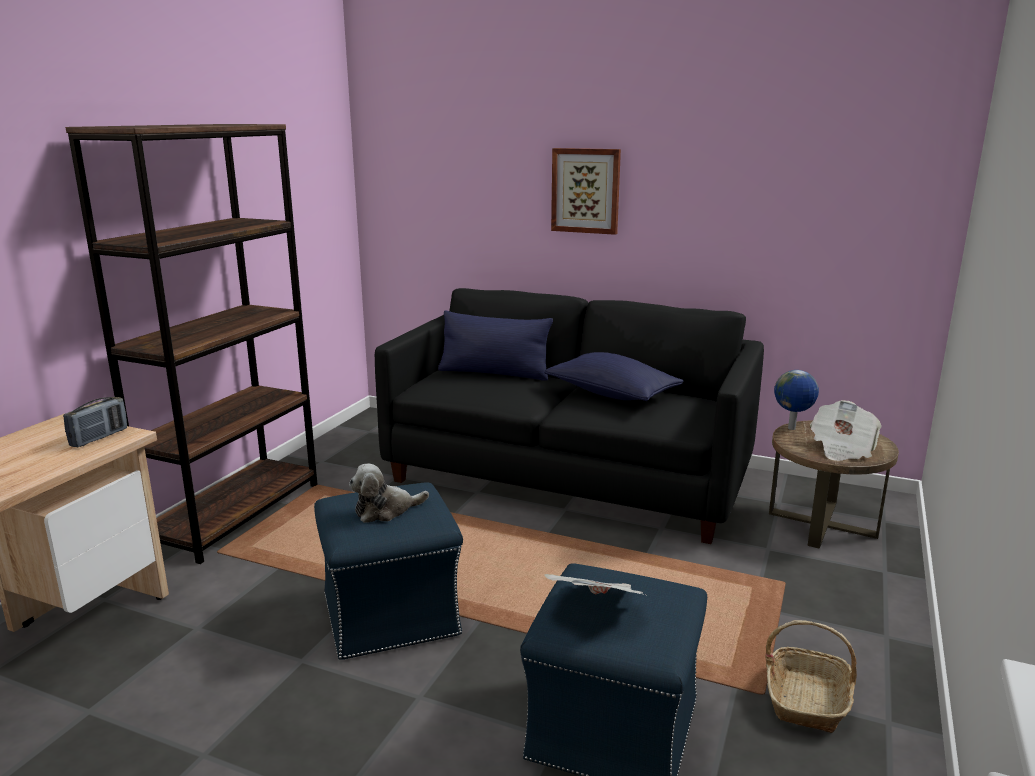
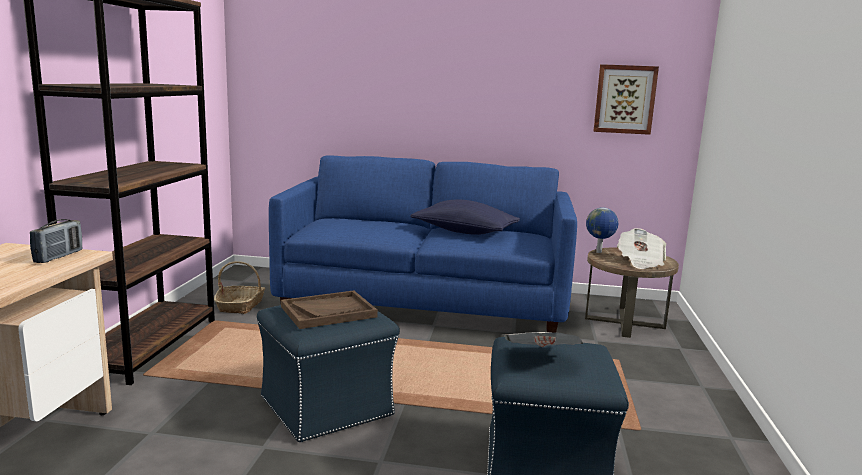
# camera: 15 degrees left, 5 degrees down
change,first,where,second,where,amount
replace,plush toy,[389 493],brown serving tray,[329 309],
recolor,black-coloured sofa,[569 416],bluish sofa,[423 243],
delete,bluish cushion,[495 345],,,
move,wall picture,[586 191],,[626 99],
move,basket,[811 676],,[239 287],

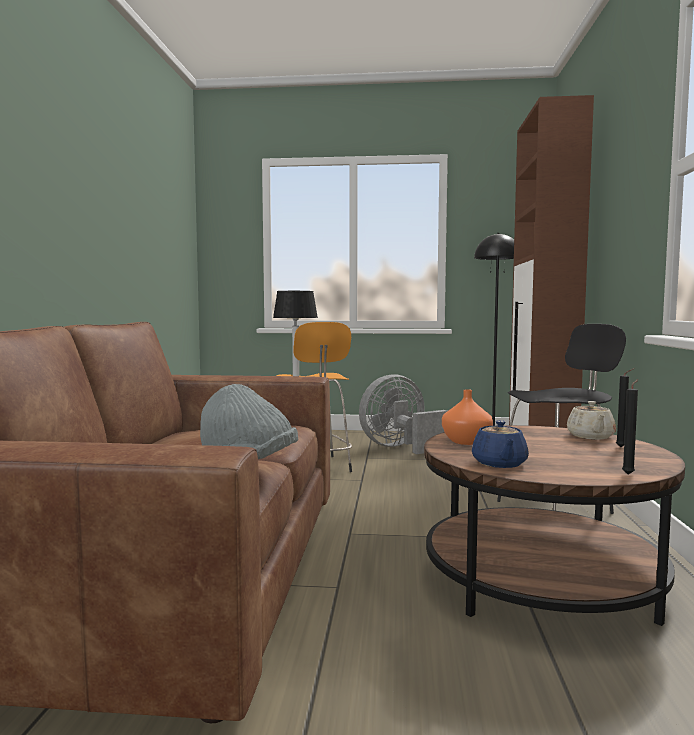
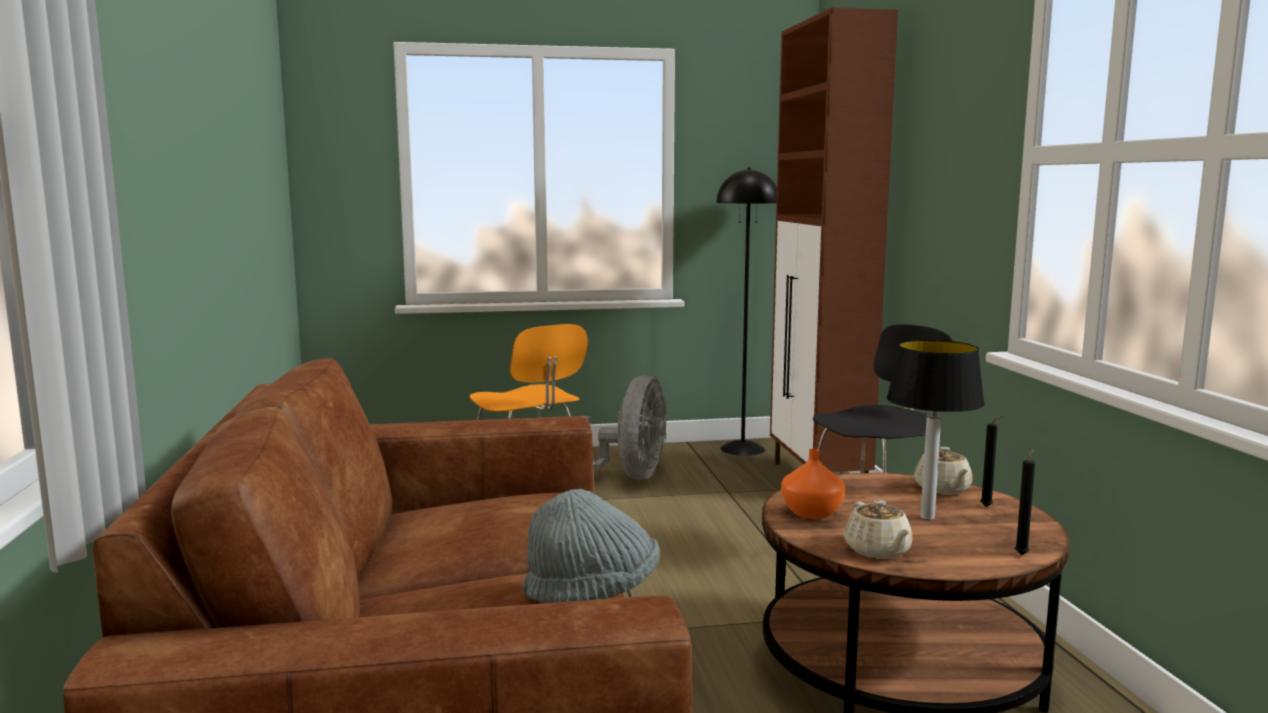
# camera: 15 degrees left, 5 degrees up
change,first,where,second,where,amount
move,lamp for a table,[295 333],,[936 430],
rotate,grey fan,[403 414],,[625 428],150 degrees clockwise
recolor,bluish pot for tea,[500 444],beige-coloured pot for tea,[878 529],

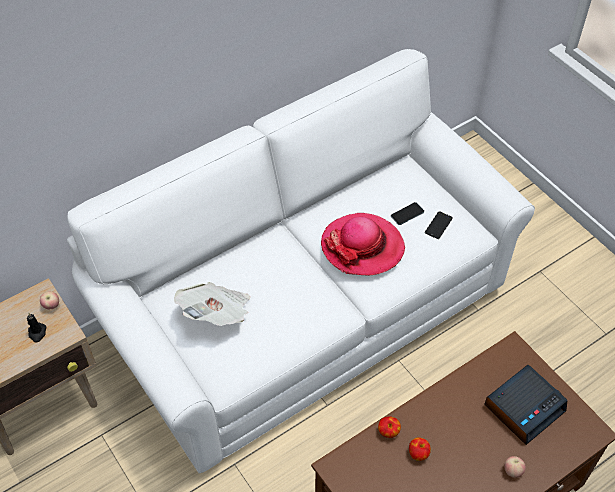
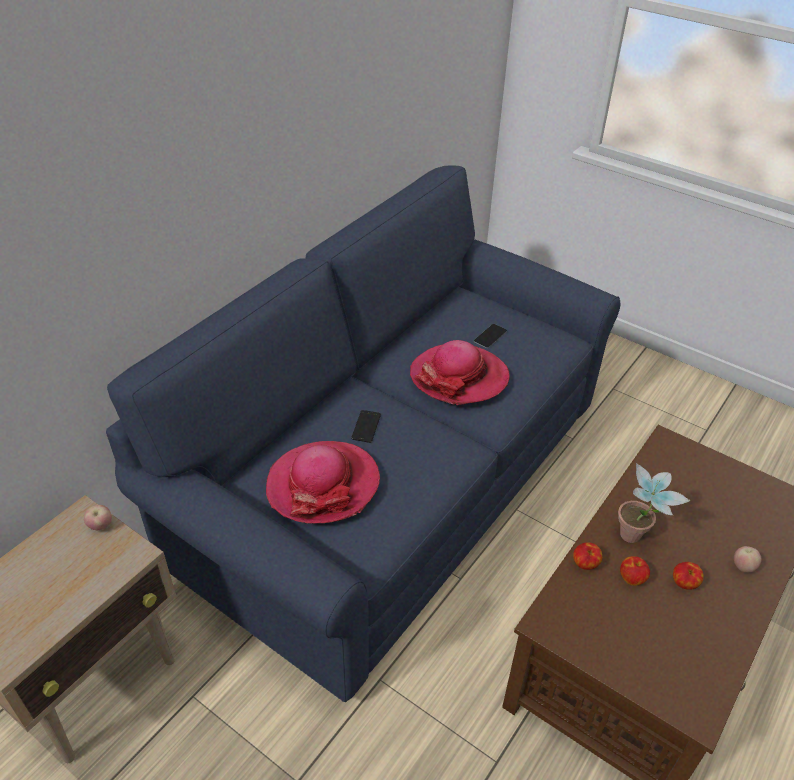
# camera: 20 degrees left, 10 degrees down
change,first,where,second,where,amount
delete,black-coloured wax light,[36 328],,,
recolor,white sofa,[301 261],bluish sofa,[363 433],
replace,printed paper,[212 304],clothing hat,[323 482],
move,handset,[439 225],,[366 426],
delete,bedside clock,[526 405],,,
insert,,,plant in a pot,[654 503],
insert,,,apple,[688 576],

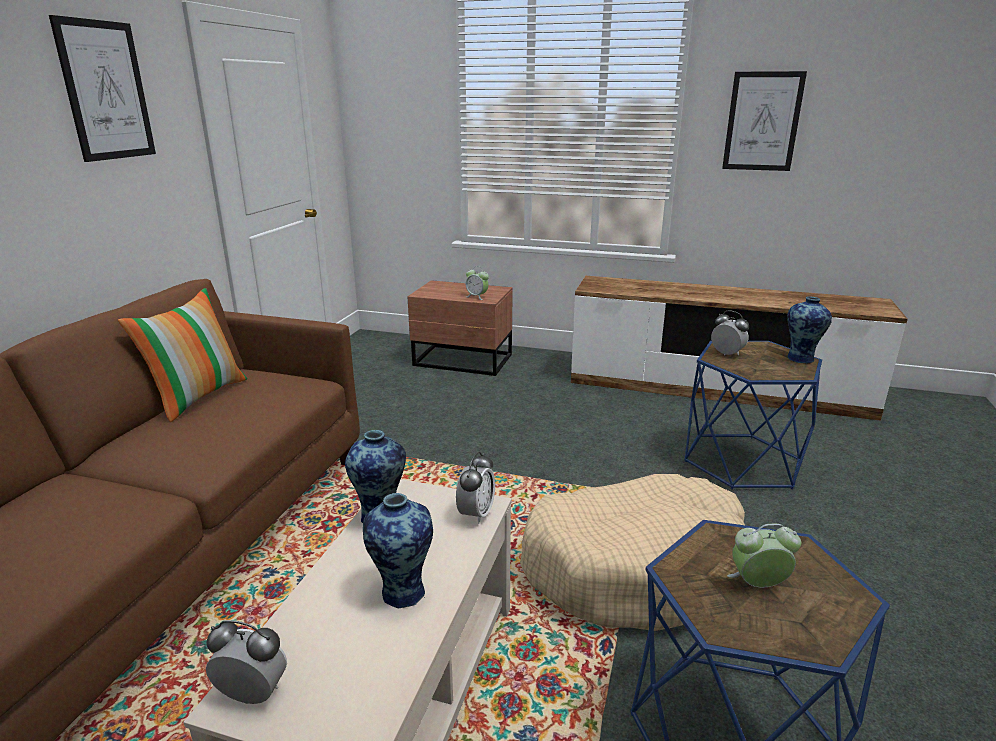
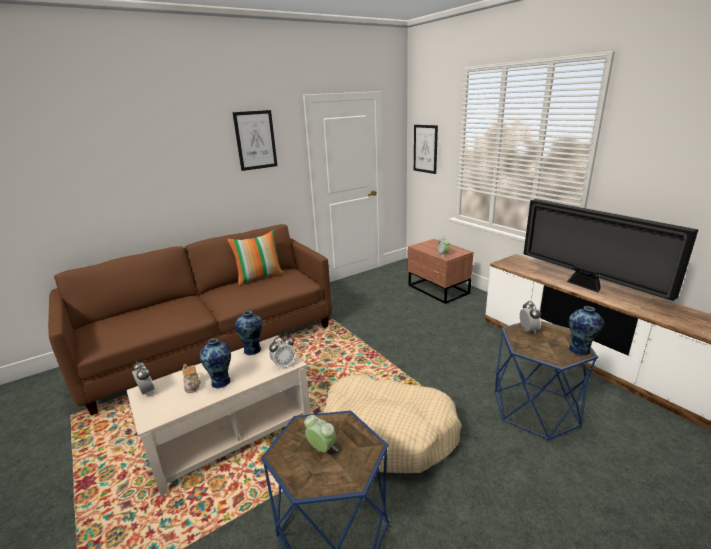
# camera: 40 degrees right, 0 degrees up
change,first,where,second,where,amount
move,wall picture,[764 121],,[426 149],
insert,,,pot for tea,[191 378],
insert,,,TV set,[611 250],

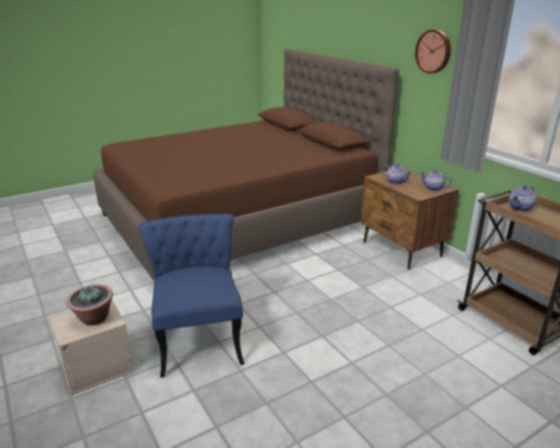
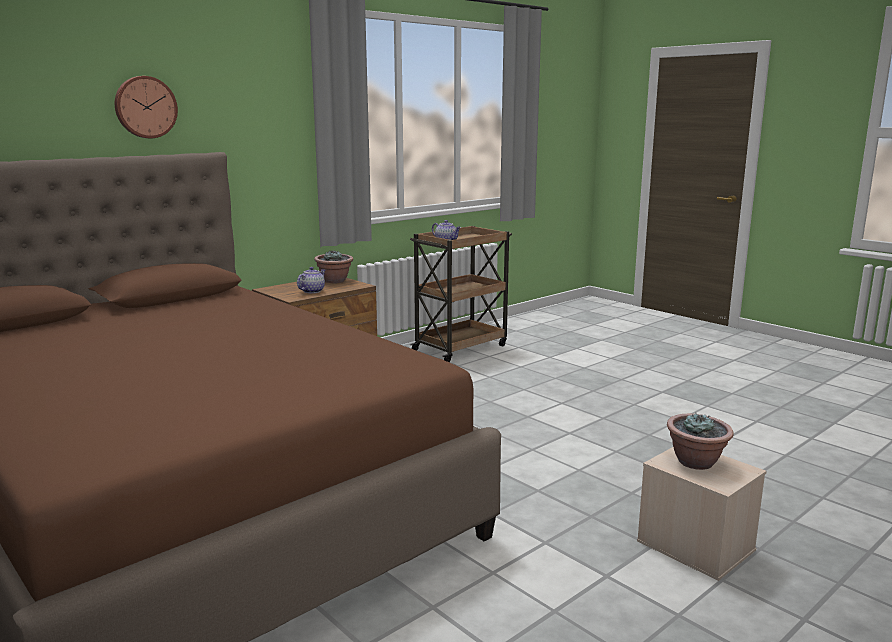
# camera: 100 degrees left, 10 degrees down
change,first,where,second,where,amount
delete,bluish plain chair,[191 296],,,
move,wall clock,[433 51],,[146 107],
replace,pot for tea,[435 180],plant in a pot,[333 267],

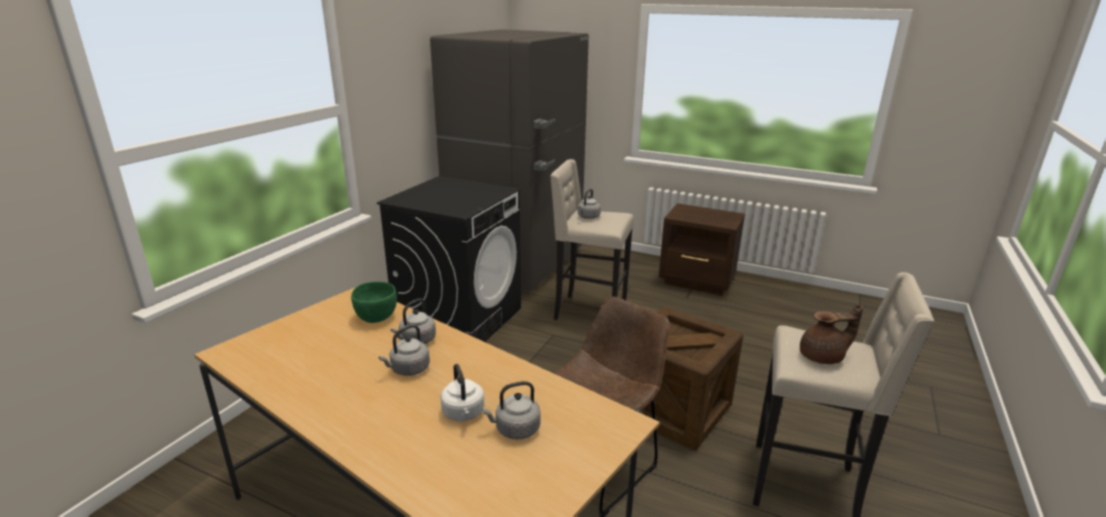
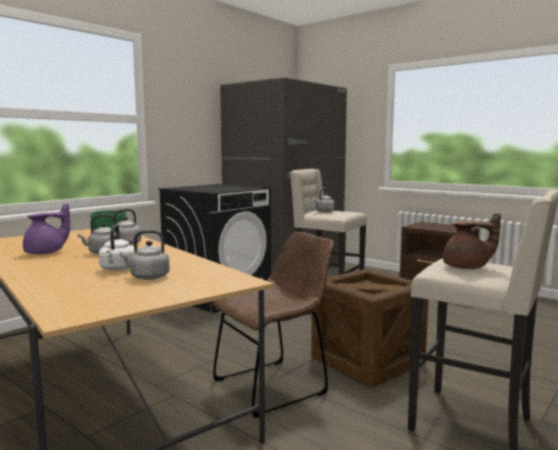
# camera: 15 degrees right, 15 degrees down
change,first,where,second,where,amount
insert,,,purple pot for tea,[46 228],

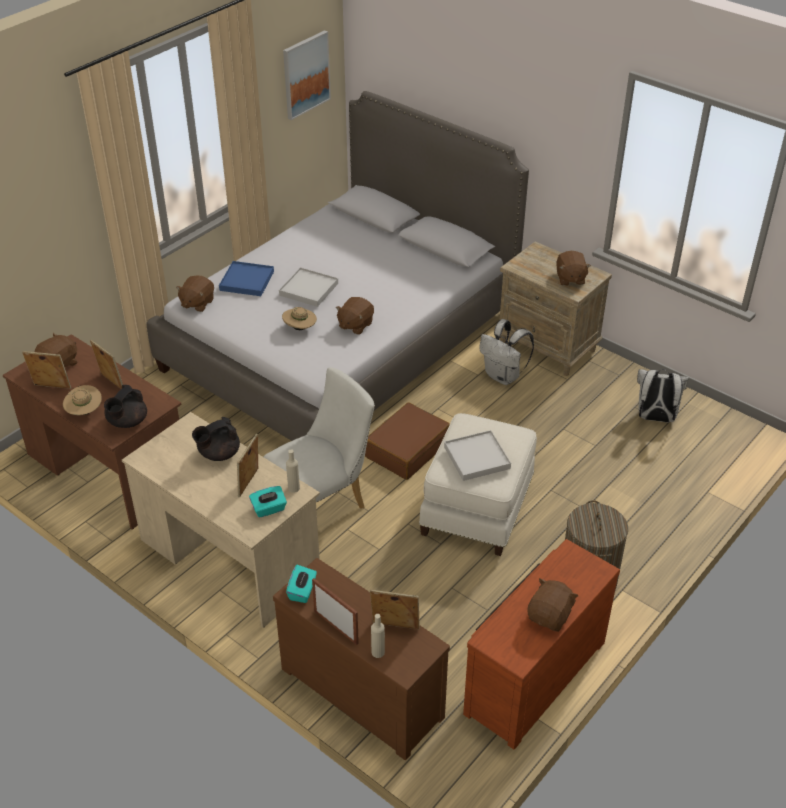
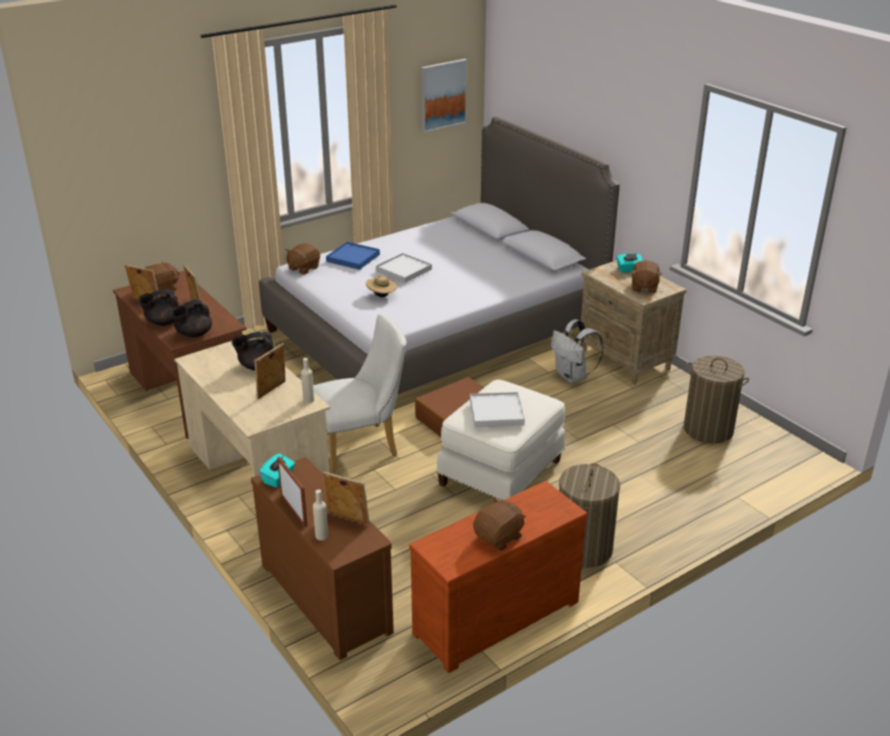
# camera: 15 degrees right, 10 degrees down
change,first,where,second,where,amount
replace,beige-coloured clothing hat,[82 400],black-coloured pot for tea,[158 307],
move,blue-green tissue holder,[268 502],,[629 262],
delete,brown plush toy,[355 316],,,
replace,white backpack,[663 395],laundry basket,[716 400],

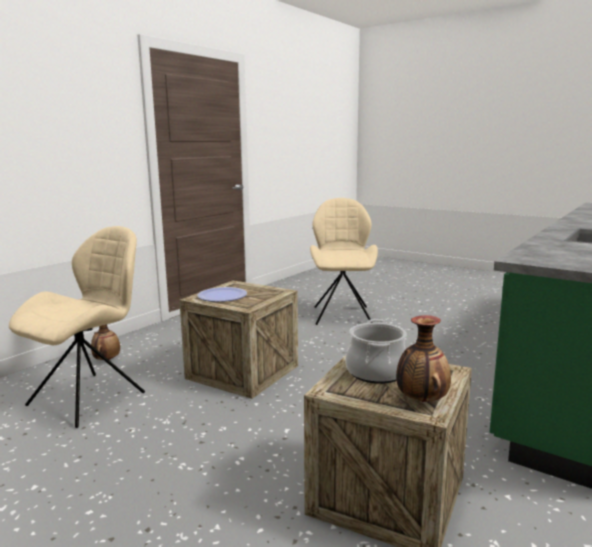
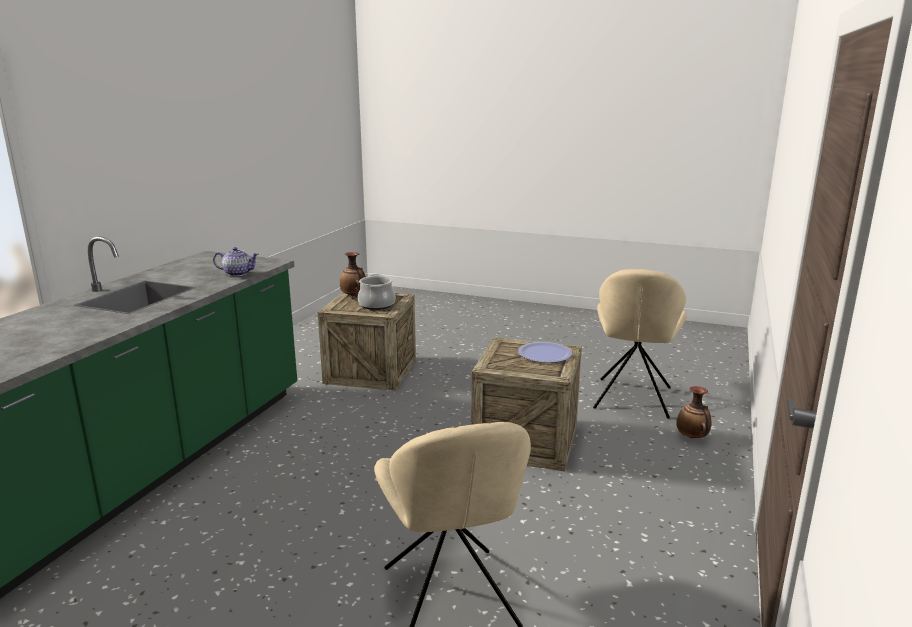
# camera: 165 degrees right, 5 degrees up
change,first,where,second,where,amount
insert,,,pot for tea,[236 261],

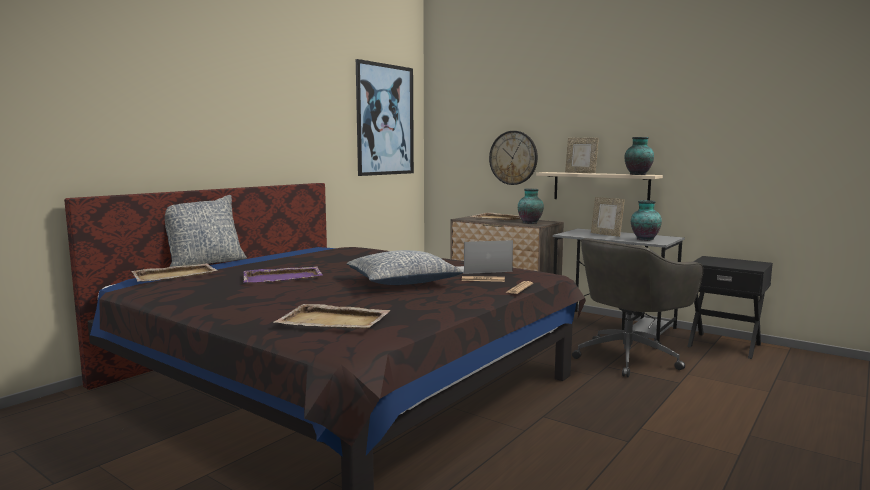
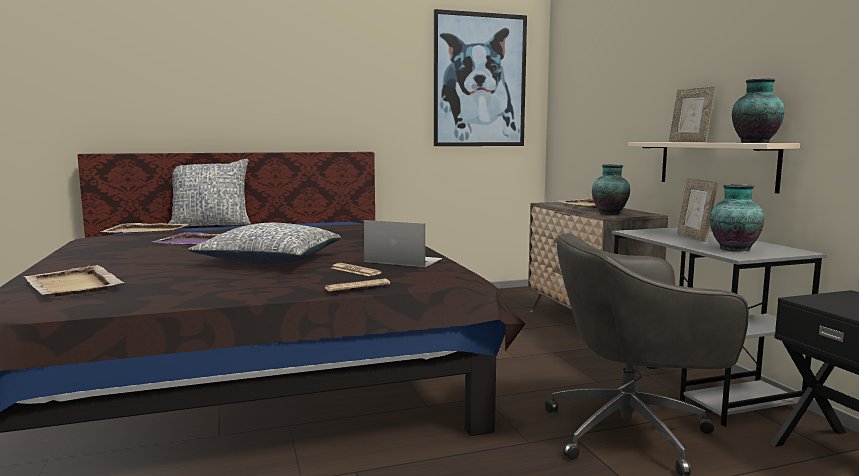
# camera: 35 degrees right, 0 degrees up
change,first,where,second,where,amount
delete,wall clock,[513 158],,,

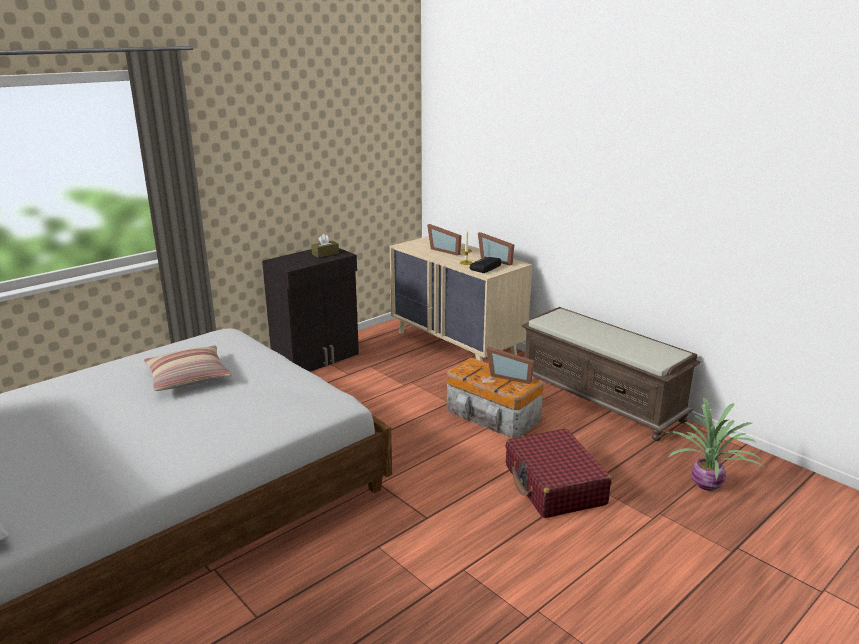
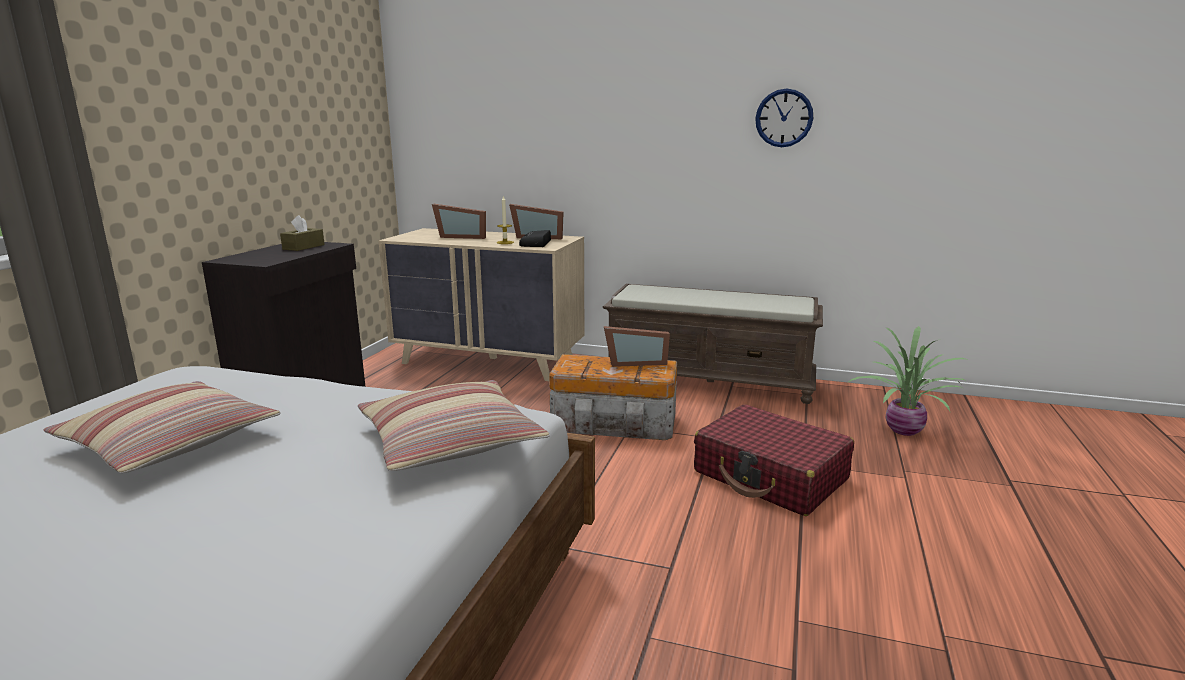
# camera: 30 degrees left, 5 degrees down
change,first,where,second,where,amount
insert,,,cushion,[454 425],
insert,,,wall clock,[784 117],

